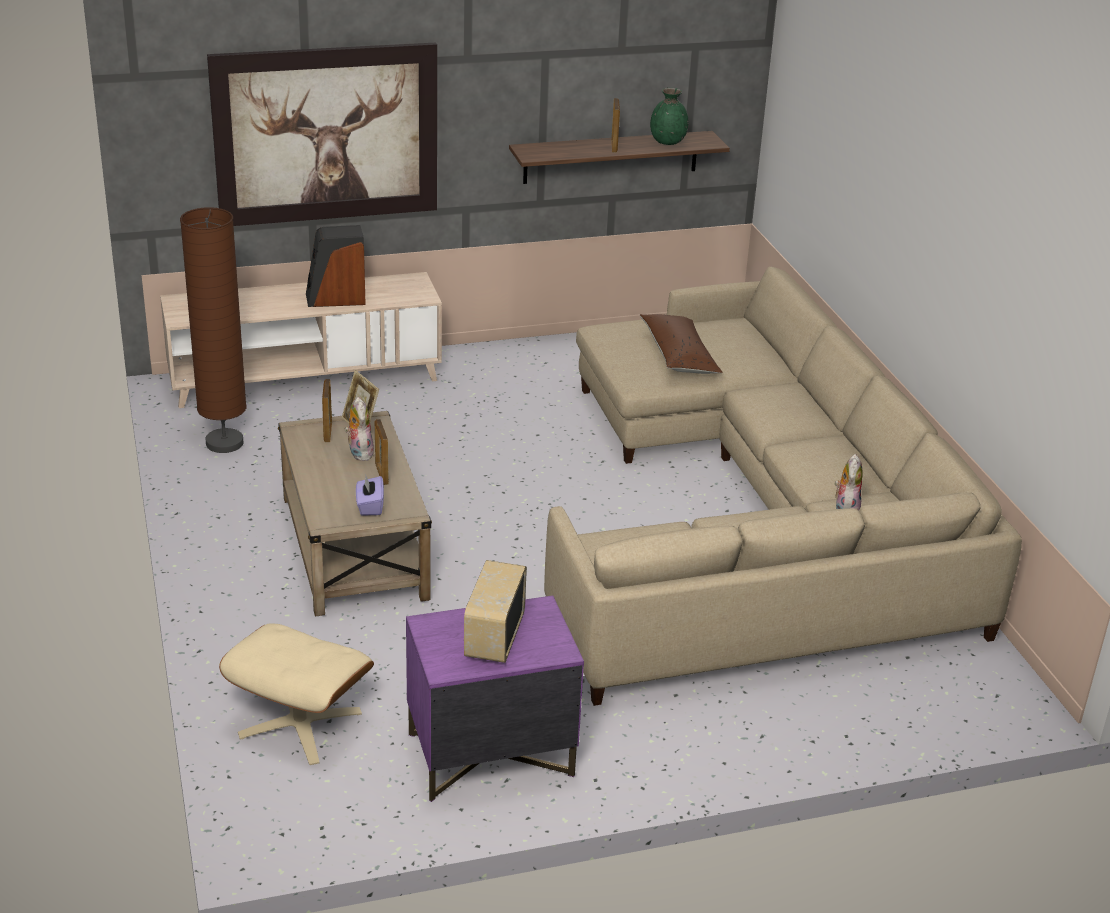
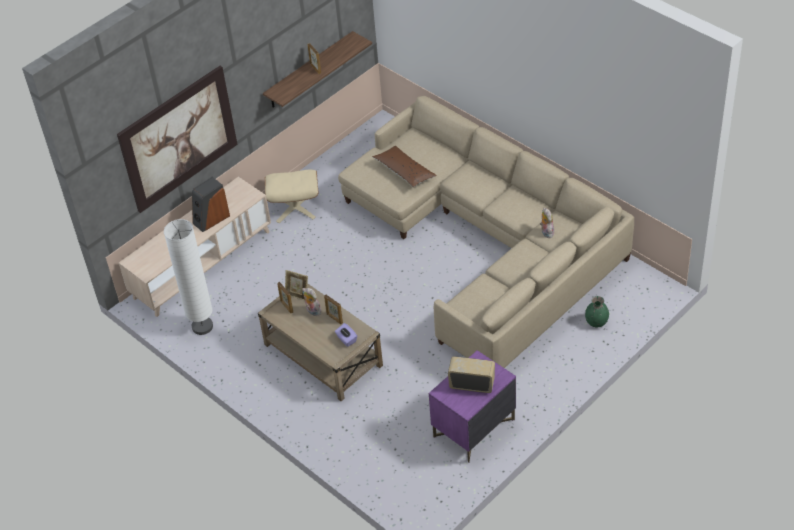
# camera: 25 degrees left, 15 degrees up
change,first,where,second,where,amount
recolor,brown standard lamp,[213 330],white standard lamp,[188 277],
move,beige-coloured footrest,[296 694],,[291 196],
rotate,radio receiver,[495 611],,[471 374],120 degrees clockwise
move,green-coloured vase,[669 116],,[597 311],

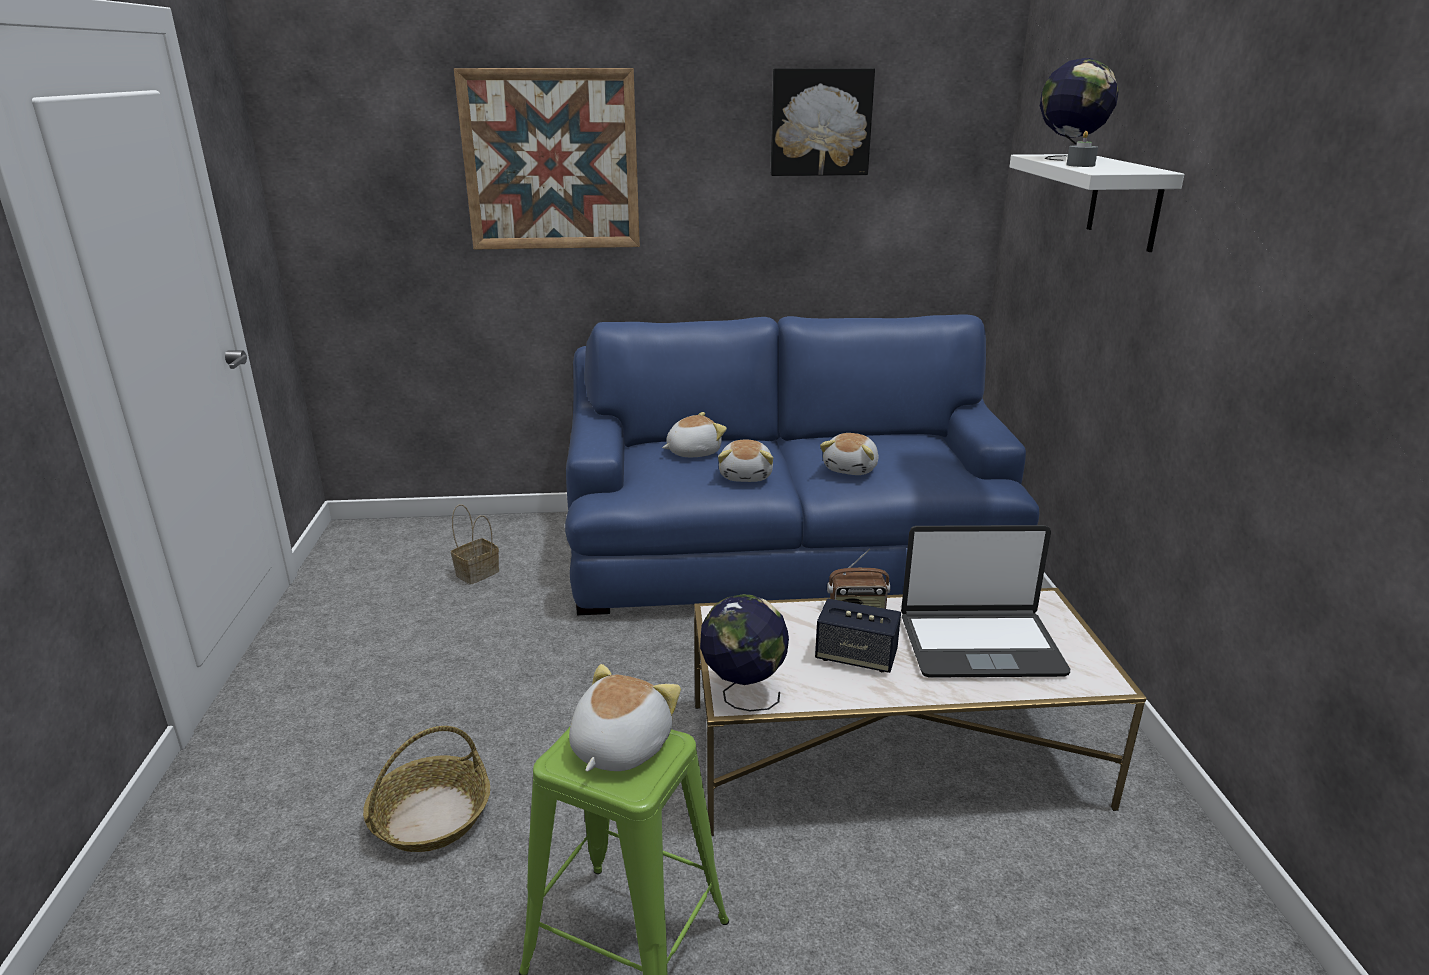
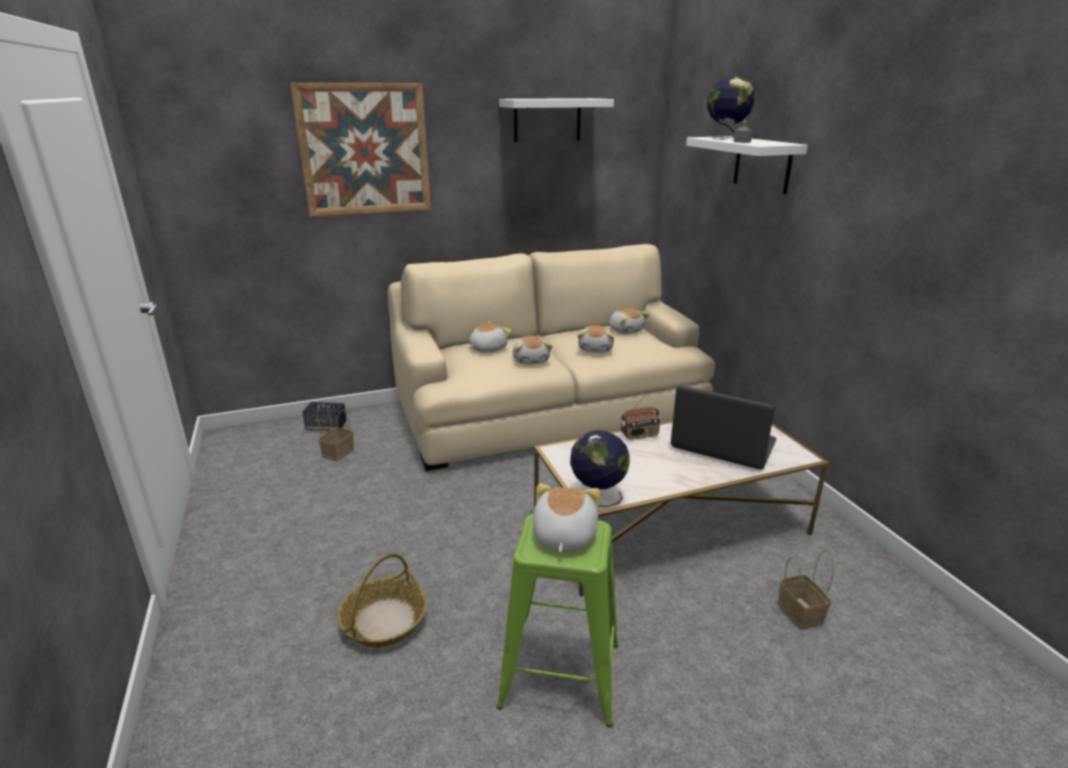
# camera: 15 degrees left, 0 degrees up
change,first,where,second,where,amount
recolor,bluish sofa,[802 464],beige-coloured sofa,[551 357],
replace,wall picture,[823 122],white shelf,[556 120],
move,audio speaker,[858 636],,[325 416],
rotate,laptop,[985 601],,[723 427],135 degrees counterclockwise
insert,,,plush toy,[629 321],
insert,,,basket,[806 590],

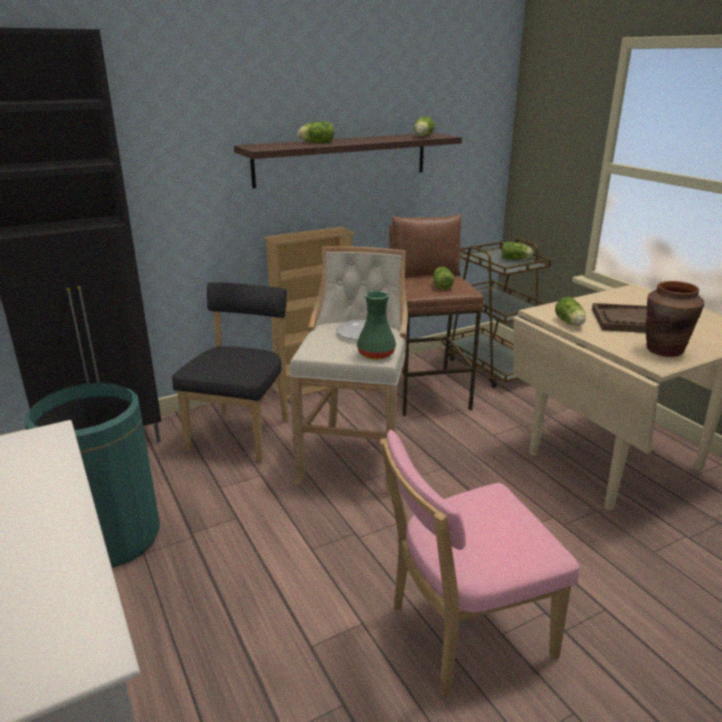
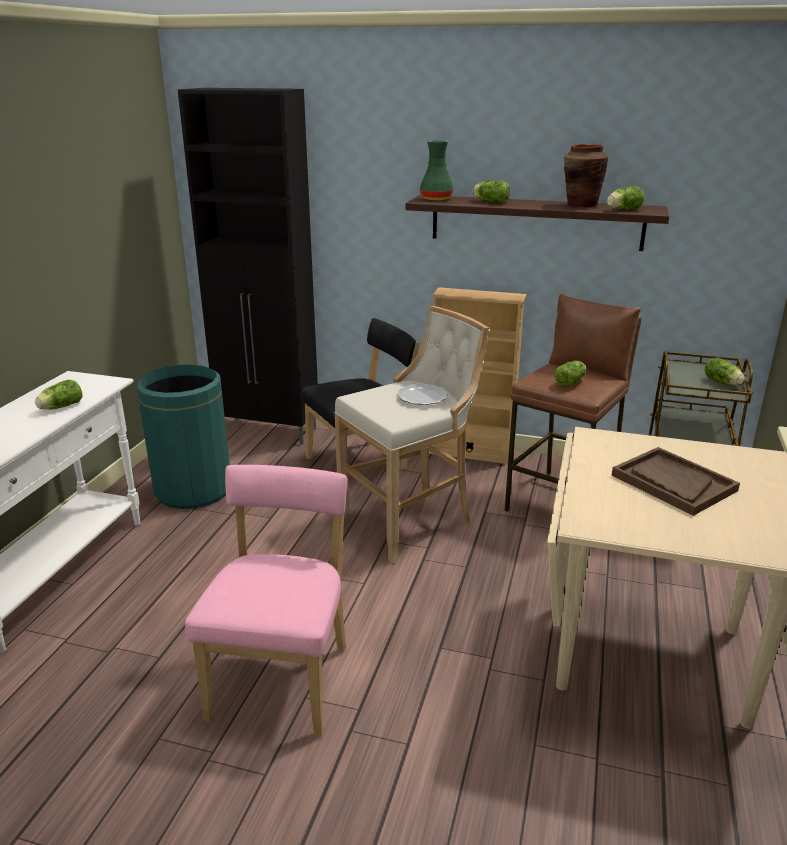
# camera: 45 degrees right, 0 degrees up
change,first,where,second,where,amount
move,green-coloured vase,[376 325],,[436 170],
rotate,pink-coloured plain chair,[480 564],,[266 600],75 degrees clockwise
move,lettuce head,[570 311],,[58 395],
move,brown vase,[675 319],,[586 175],

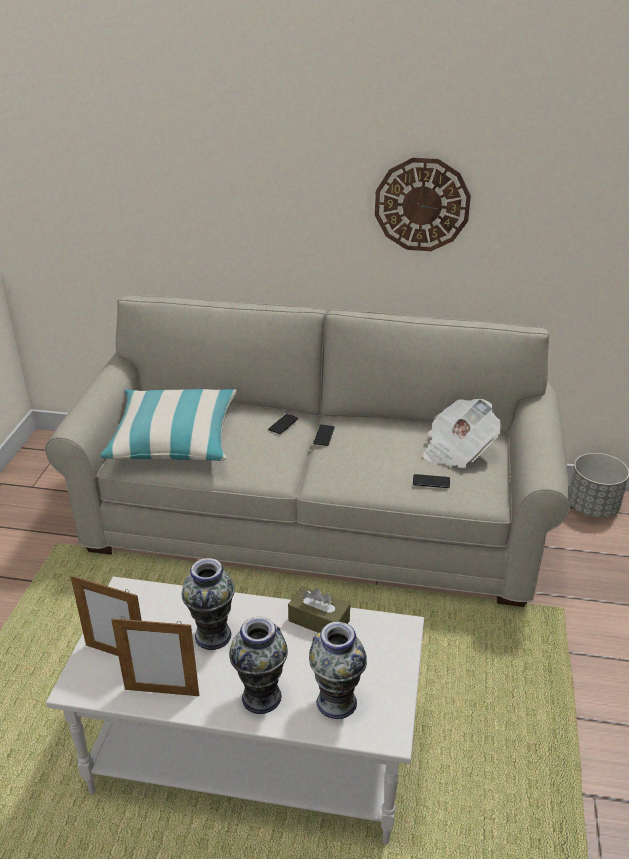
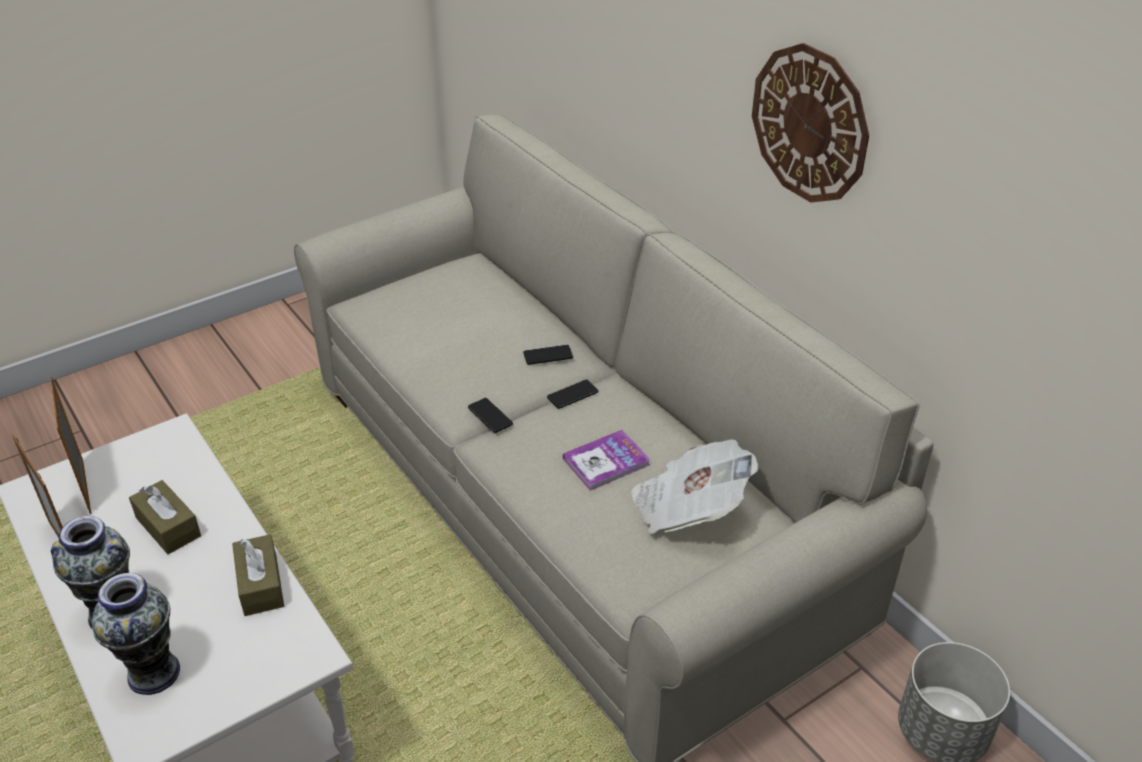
# camera: 45 degrees right, 5 degrees up
change,first,where,second,where,amount
delete,cushion,[168 425],,,
replace,vase,[208 604],brown tissue holder,[165 517],
move,handset,[431 481],,[490 415],
insert,,,volume,[607 460],

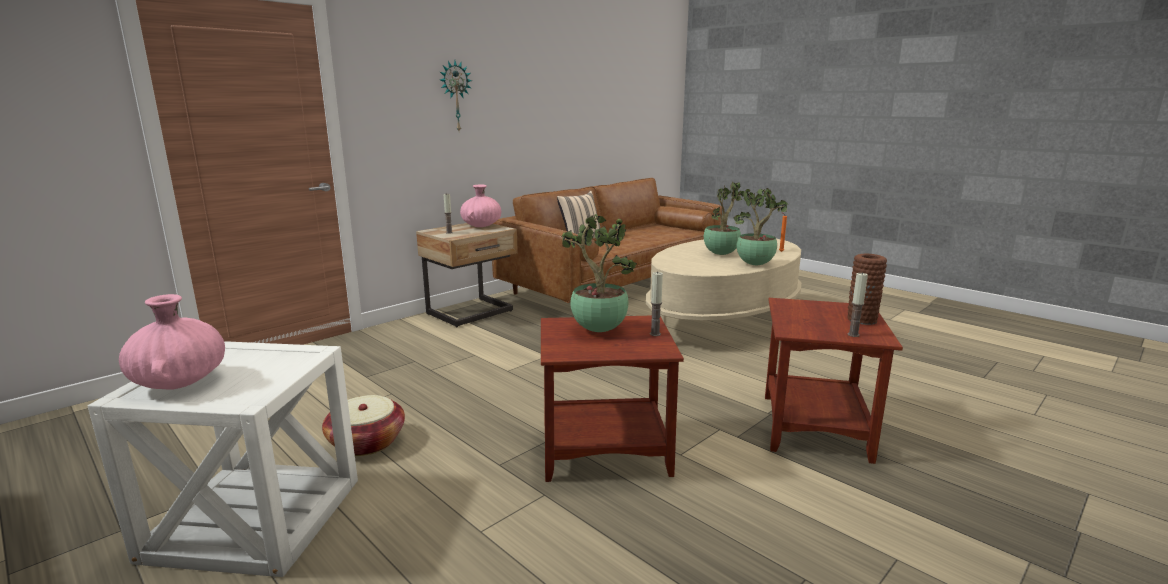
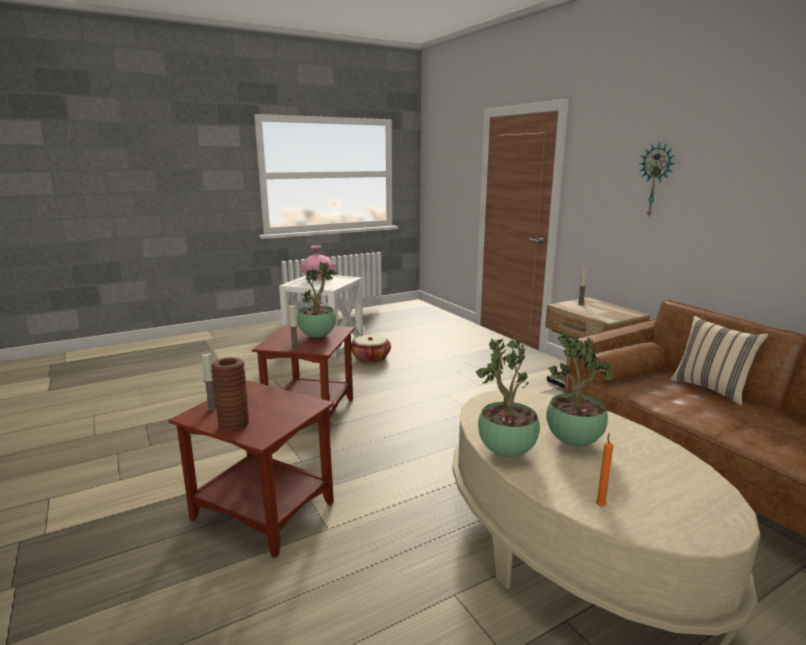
# camera: 105 degrees right, 0 degrees up
change,first,where,second,where,amount
delete,pink-coloured vase,[480 206],,,

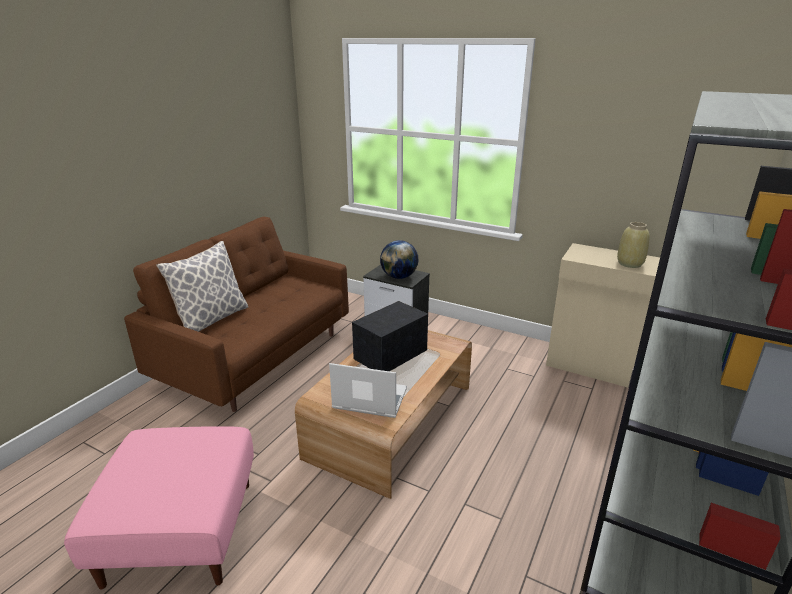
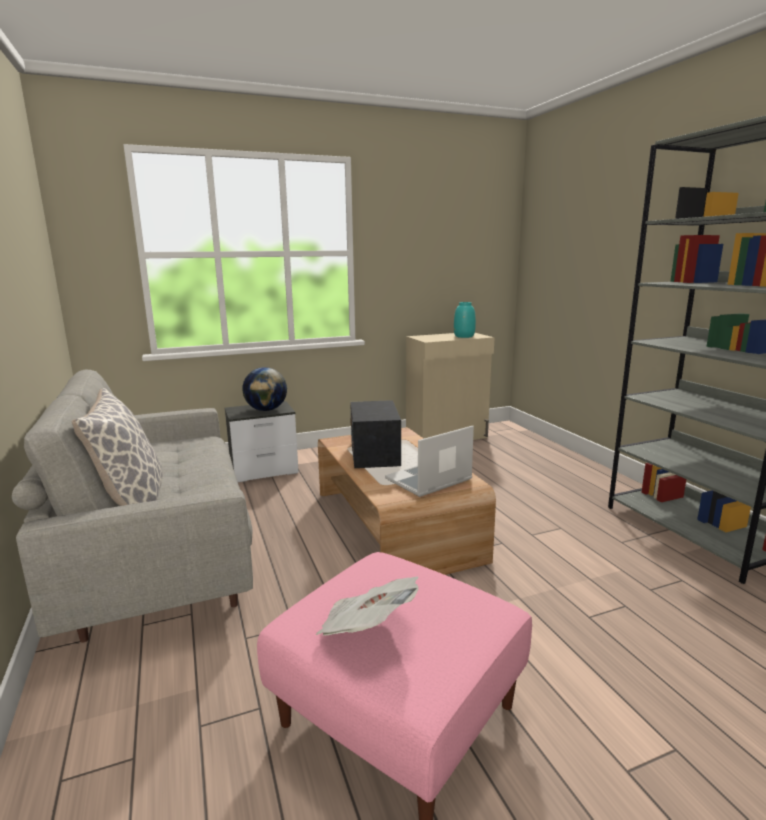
# camera: 50 degrees left, 10 degrees down
change,first,where,second,where,amount
recolor,brown sofa,[236 314],grey sofa,[132 506],
recolor,beige-coloured vase,[633 245],blue-green vase,[465 320],
insert,,,printed paper,[367 606],

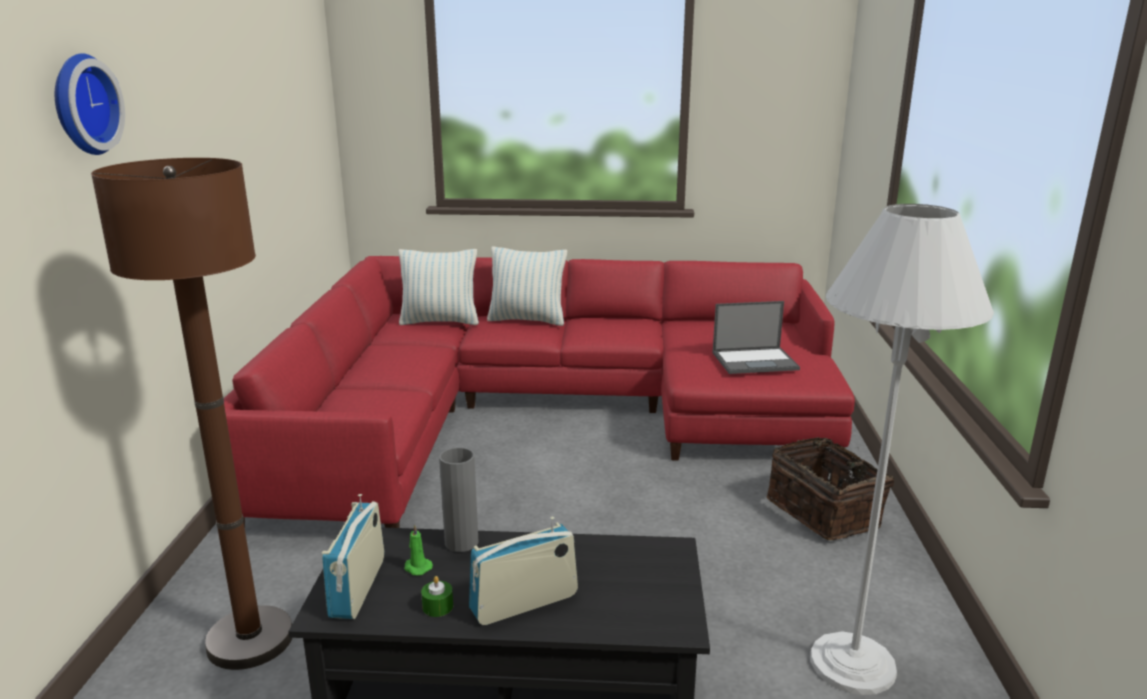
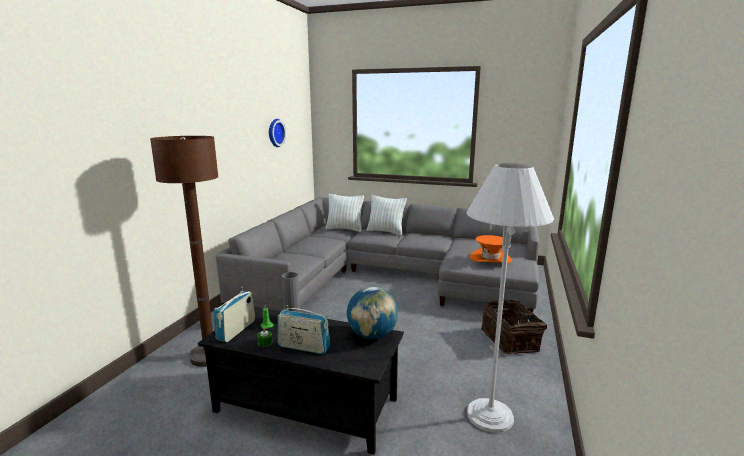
# camera: 15 degrees right, 5 degrees down
change,first,where,second,where,amount
move,wall clock,[90 104],,[277 133],
recolor,red sofa,[539 392],grey sofa,[378 255],
rotate,radio receiver,[523 570],,[303 329],150 degrees counterclockwise
replace,laptop,[756 337],orangey clothing hat,[491 249],
insert,,,world globe,[372 313],

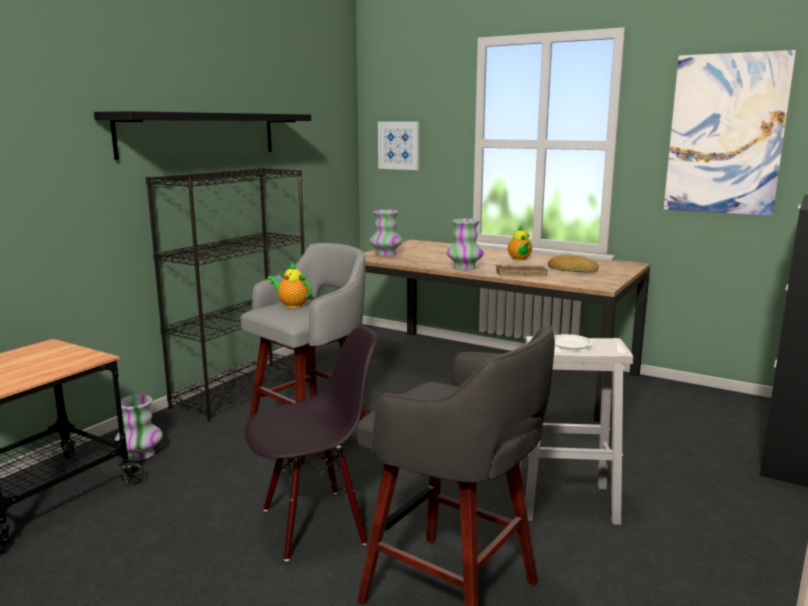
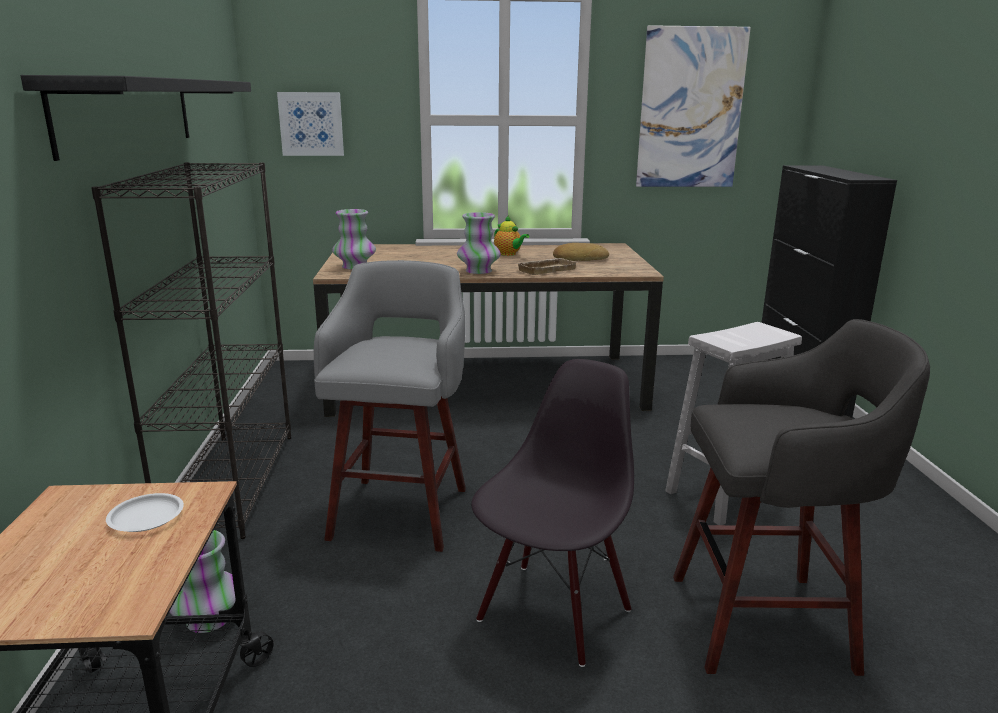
# camera: 35 degrees left, 5 degrees up
change,first,where,second,where,amount
delete,pot for tea,[289 285],,,
move,white plate,[573 342],,[145 512],

